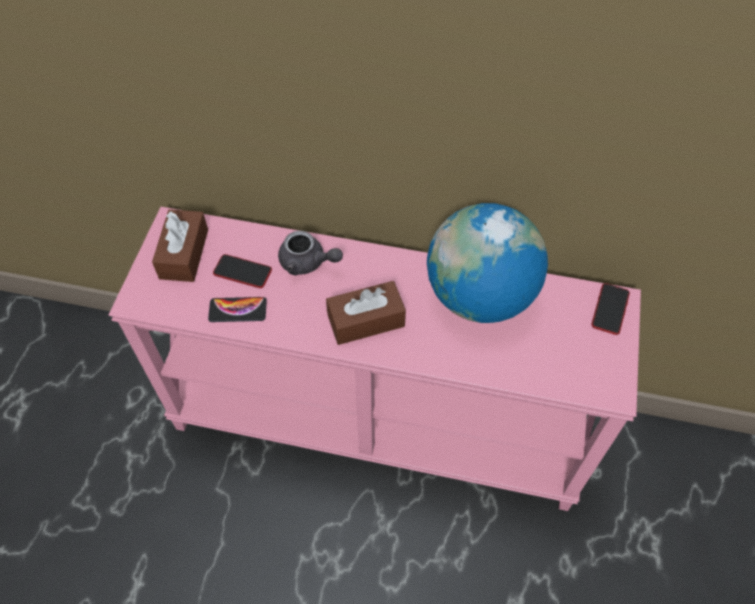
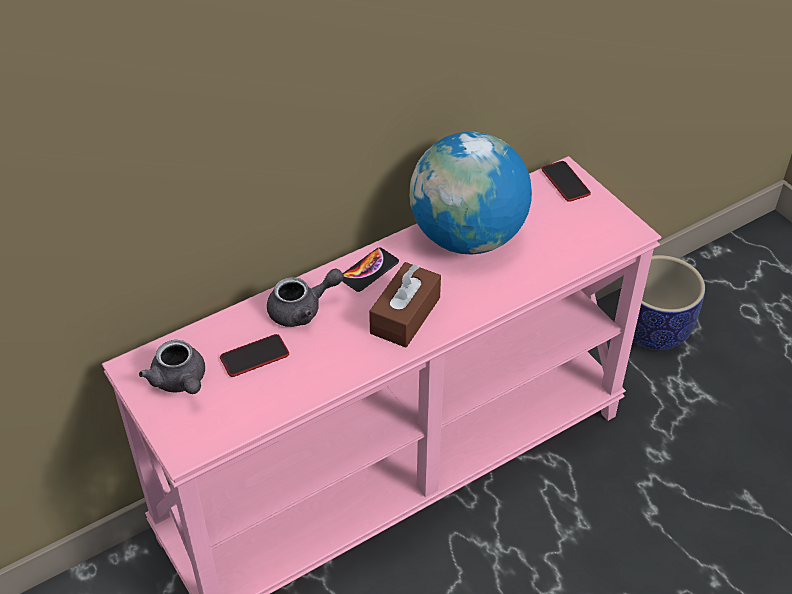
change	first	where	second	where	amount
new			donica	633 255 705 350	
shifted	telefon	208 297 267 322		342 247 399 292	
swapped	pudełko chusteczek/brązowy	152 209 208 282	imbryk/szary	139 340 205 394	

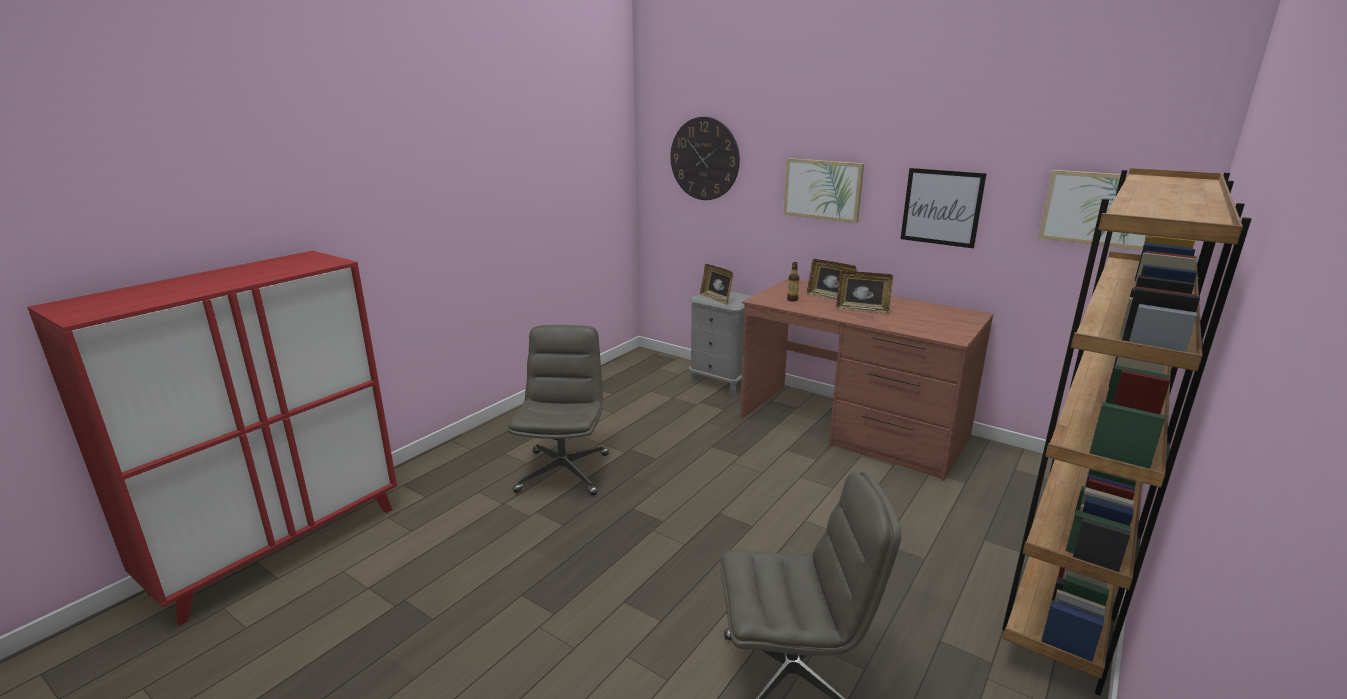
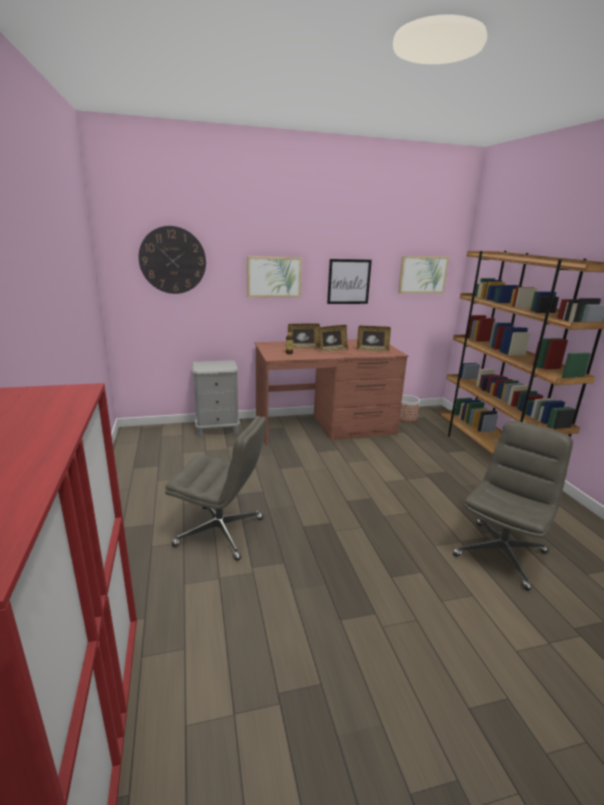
change	first	where	second	where	amount
new			donica	399 395 420 422	
shifted	ramka na zdjęcie	700 264 733 305		357 326 391 352	
rotated	krzesło biurowe/szary	508 325 609 496		165 416 267 561	150 degrees clockwise

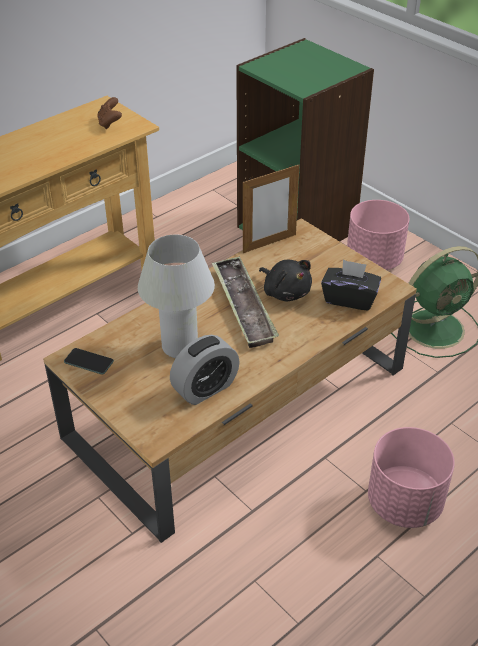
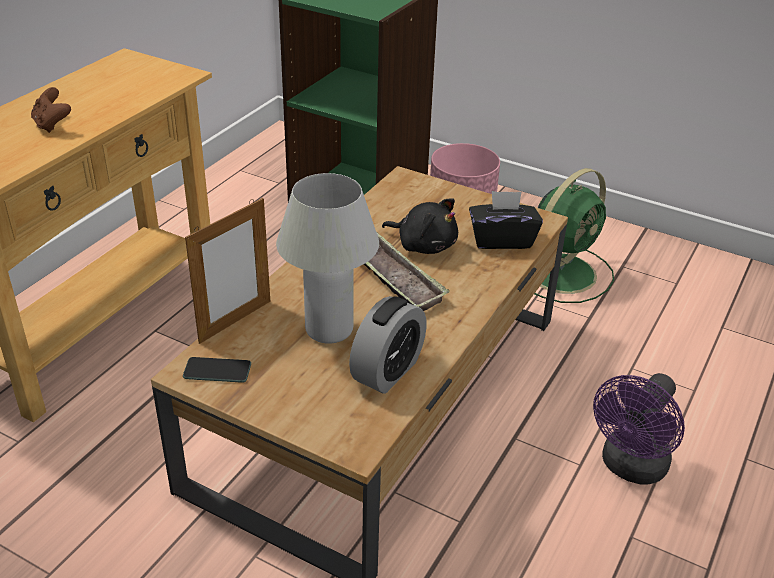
change	first	where	second	where	amount
shifted	pad do gier/brązowy	97 97 122 129		31 87 71 133	
shifted	ramka na zdjęcie	243 164 299 253		185 198 270 344	
swapped	donica/różowy	368 427 455 528	wentylator/fioletowy	593 373 685 485	

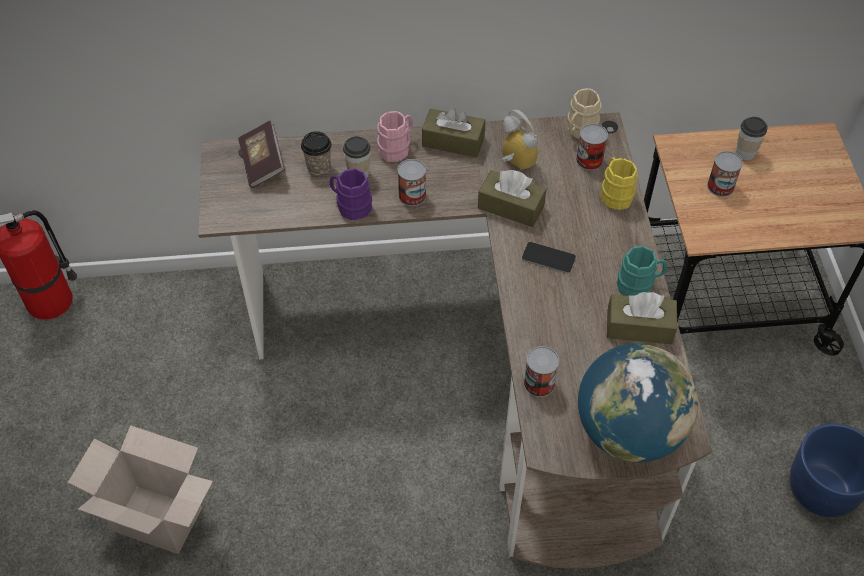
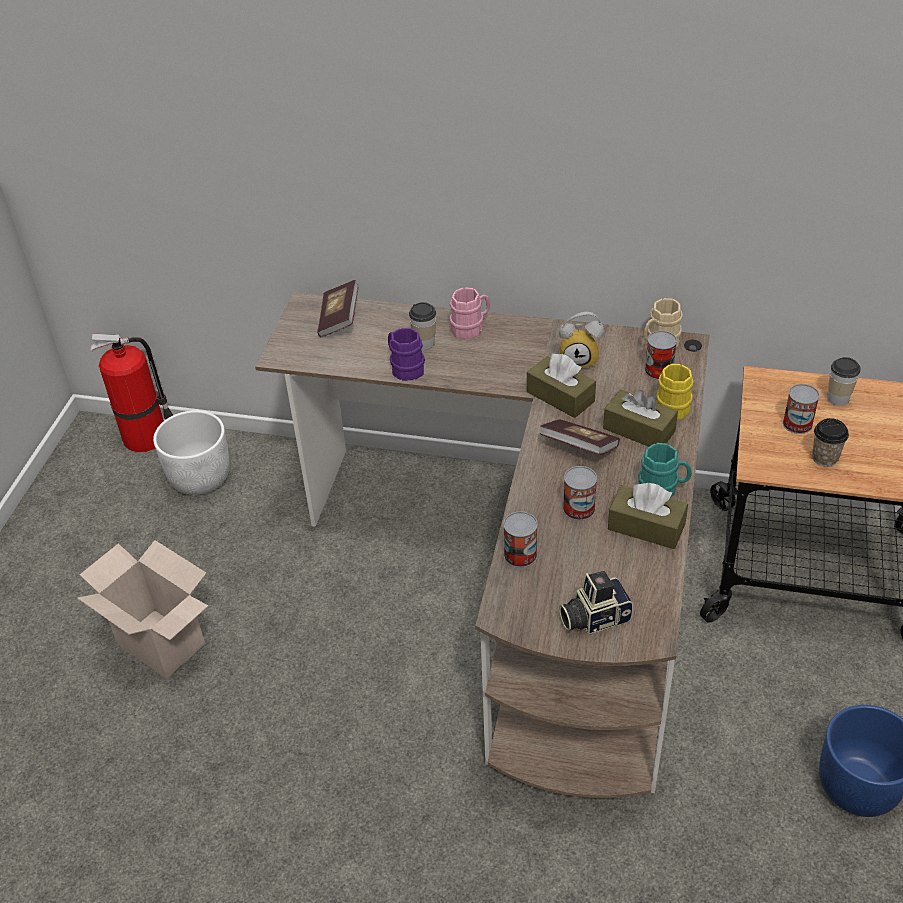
change	first	where	second	where	amount
new			donica/biały	153 410 230 495	
shifted	filiżanka	301 131 331 175		812 418 849 467	
shifted	puszka	397 159 426 206		563 466 597 521	
shifted	pudełko chusteczek/brązowy	422 108 485 158		603 389 678 447	
swapped	telefon	522 242 576 273	książka	539 419 620 455	
swapped	globus	578 344 698 462	aparat fotograficzny	559 571 633 635	
rotated	budzik	501 109 538 171		559 312 604 369	120 degrees clockwise

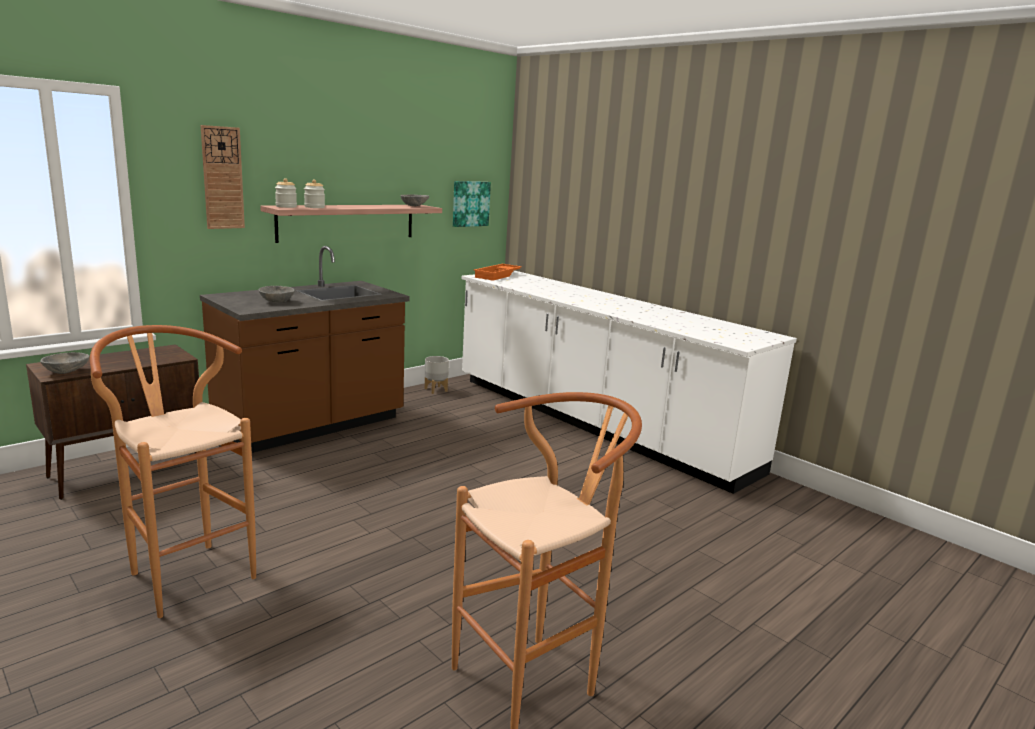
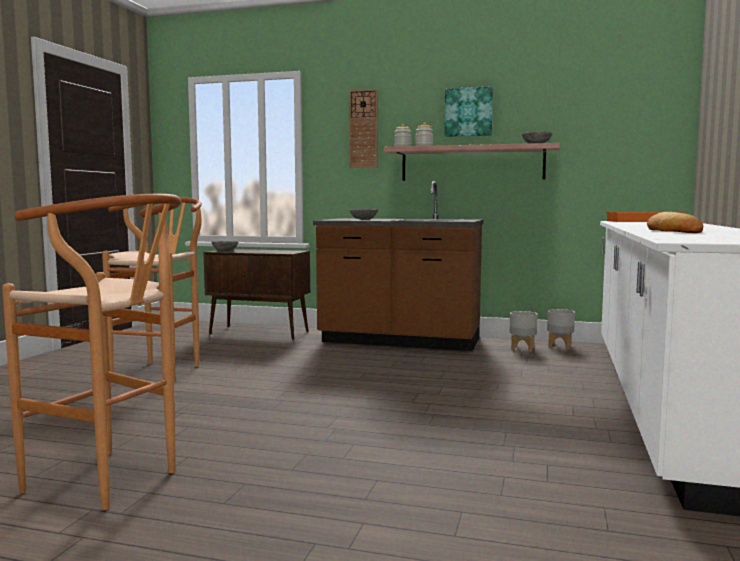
change	first	where	second	where	amount
new			donica/szary	510 311 538 352	
new			chleb	647 212 703 233	
shifted	obraz	453 181 491 227		445 86 493 137	

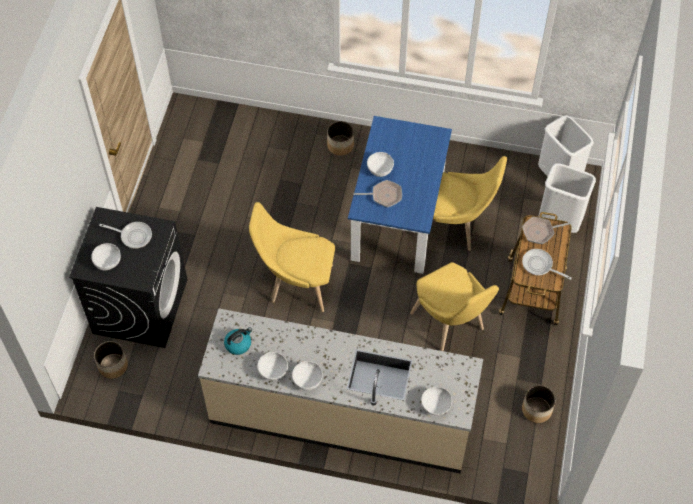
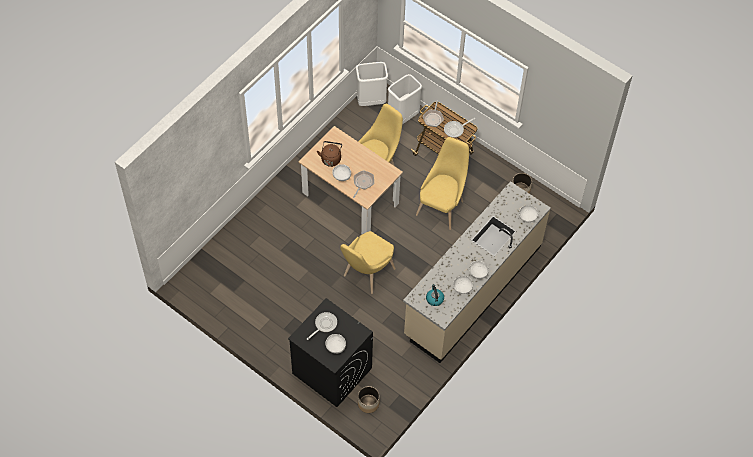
change	first	where	second	where	amount
gone	donica	327 121 354 156			
new			czajnik/brązowy	317 141 342 167	
repainted	stół jadalny/niebieski	348 116 452 274	stół jadalny/beżowy	298 126 403 234	
rotated	krzesło/żółty	410 262 499 351		416 137 469 230	60 degrees counterclockwise

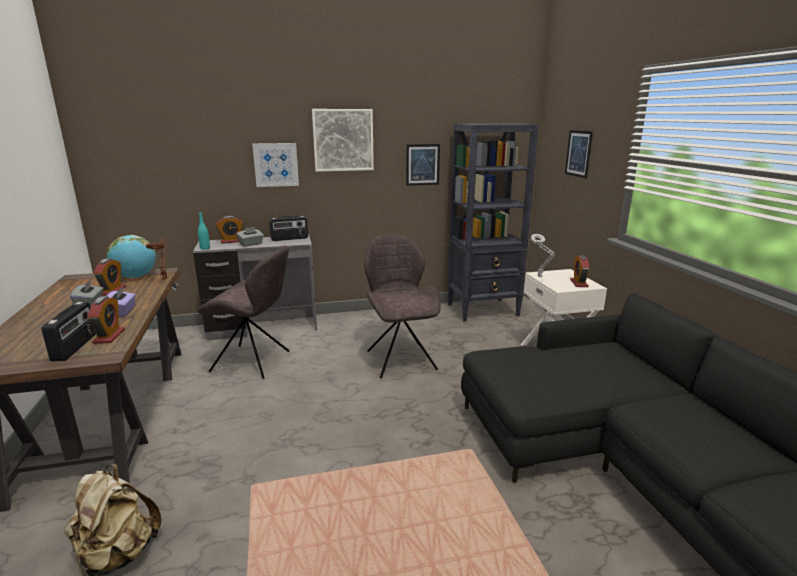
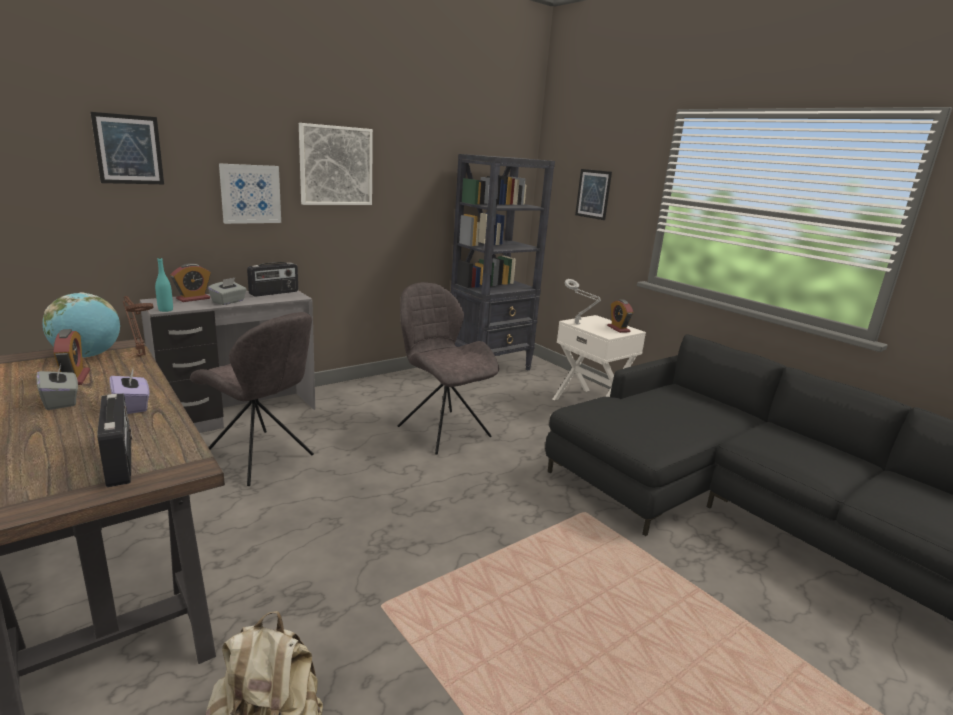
change	first	where	second	where	amount
gone	budzik	88 296 125 344			
shifted	obraz	406 144 440 186		91 112 164 184	
rotated	krzesło/szary	197 245 289 379		190 312 314 486	45 degrees clockwise

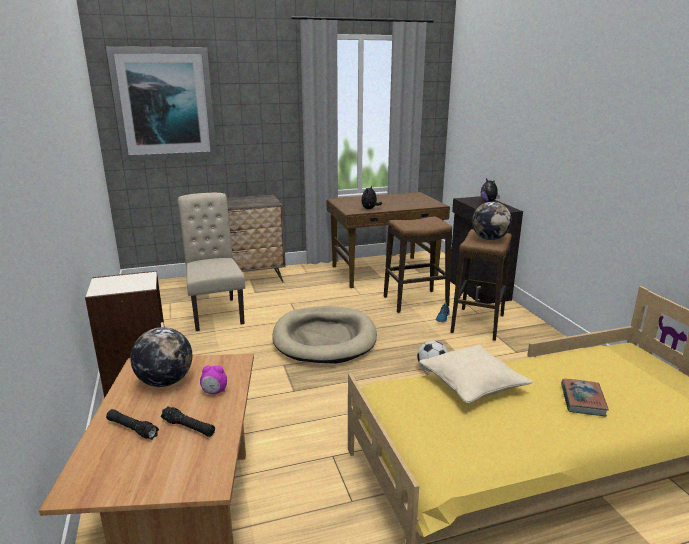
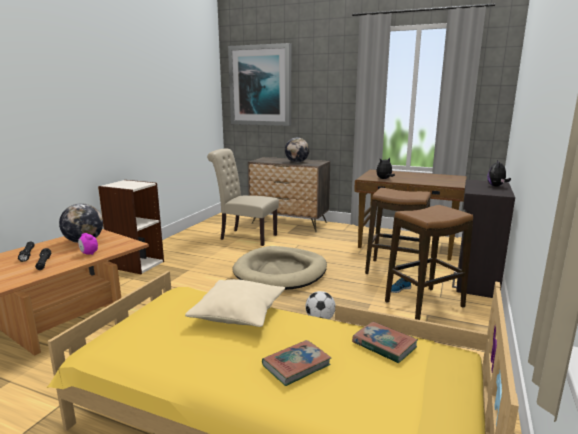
change	first	where	second	where	amount
new			książka	352 321 418 363	
shifted	globus	472 202 512 240		285 137 310 163	
rotated	krzesło/beżowy	178 193 245 331		207 148 279 246	90 degrees counterclockwise

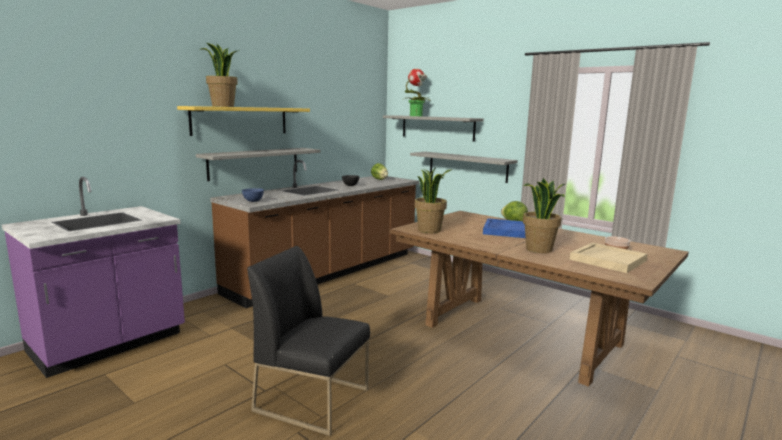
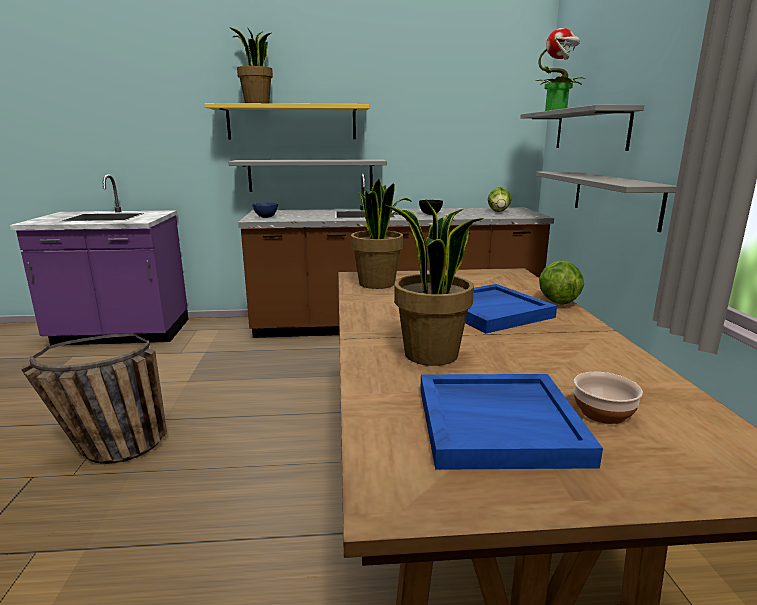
change	first	where	second	where	amount
swapped	krzesło/czarny	247 246 370 436	koszyk	21 333 167 464	
repainted	taca/beżowy	570 243 647 273	taca/niebieski	420 374 603 470	

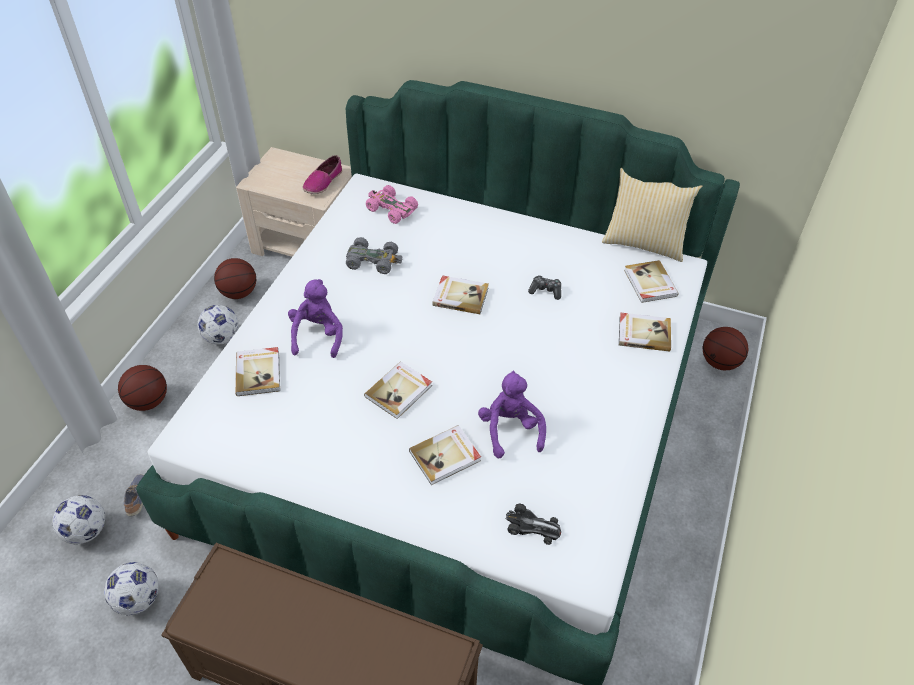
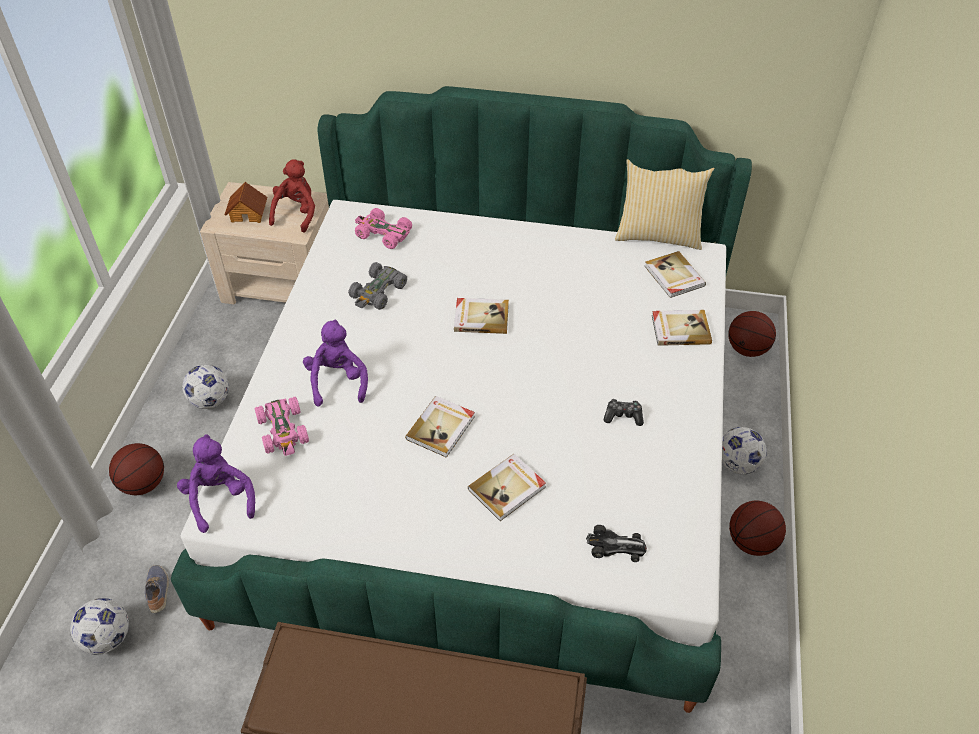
change	first	where	second	where	amount
new			domek	224 182 267 223	
shifted	piłka futbolowa	104 562 159 615		722 427 767 474	
shifted	piłka do koszykówki	214 258 256 299		729 501 786 556	
shifted	pluszak/fioletowy	478 371 546 458		177 434 255 533	
shifted	pad do gier	528 275 561 300		604 399 644 426	
swapped	książka	236 347 280 396	samochodzik/różowy	255 397 309 456	
swapped	but	303 155 342 194	pluszak/czerwony	269 159 315 233	
rotated	samochodzik/szary	346 237 403 274		348 262 407 310	120 degrees clockwise

